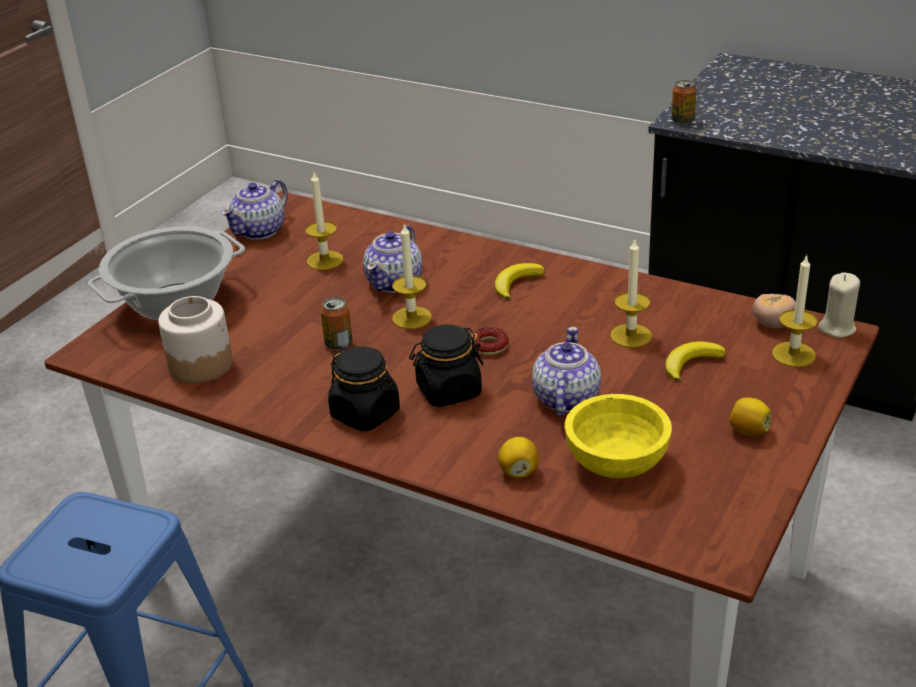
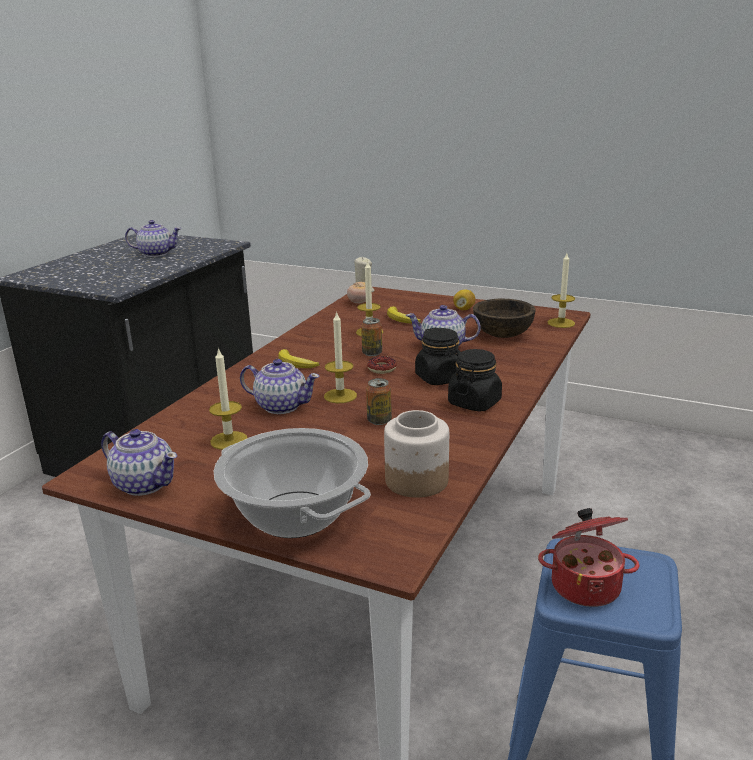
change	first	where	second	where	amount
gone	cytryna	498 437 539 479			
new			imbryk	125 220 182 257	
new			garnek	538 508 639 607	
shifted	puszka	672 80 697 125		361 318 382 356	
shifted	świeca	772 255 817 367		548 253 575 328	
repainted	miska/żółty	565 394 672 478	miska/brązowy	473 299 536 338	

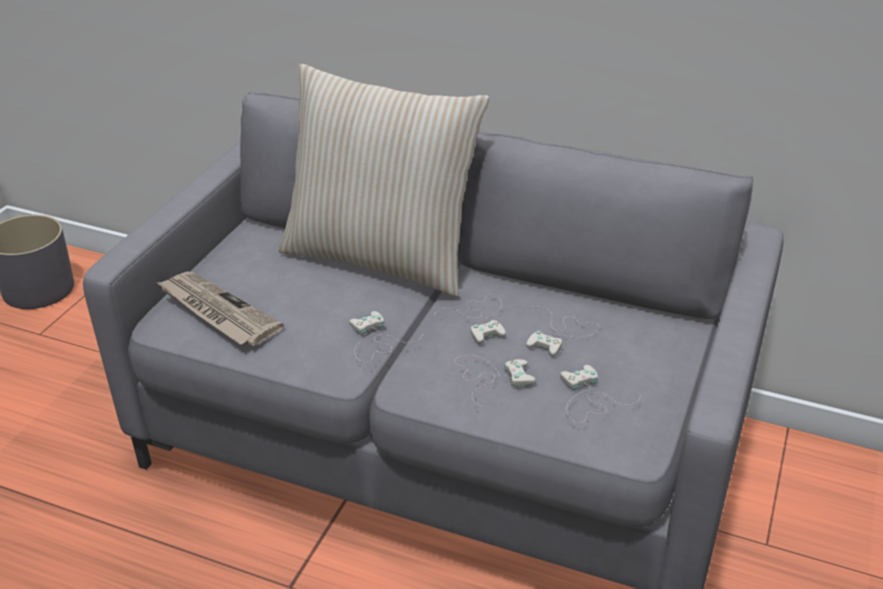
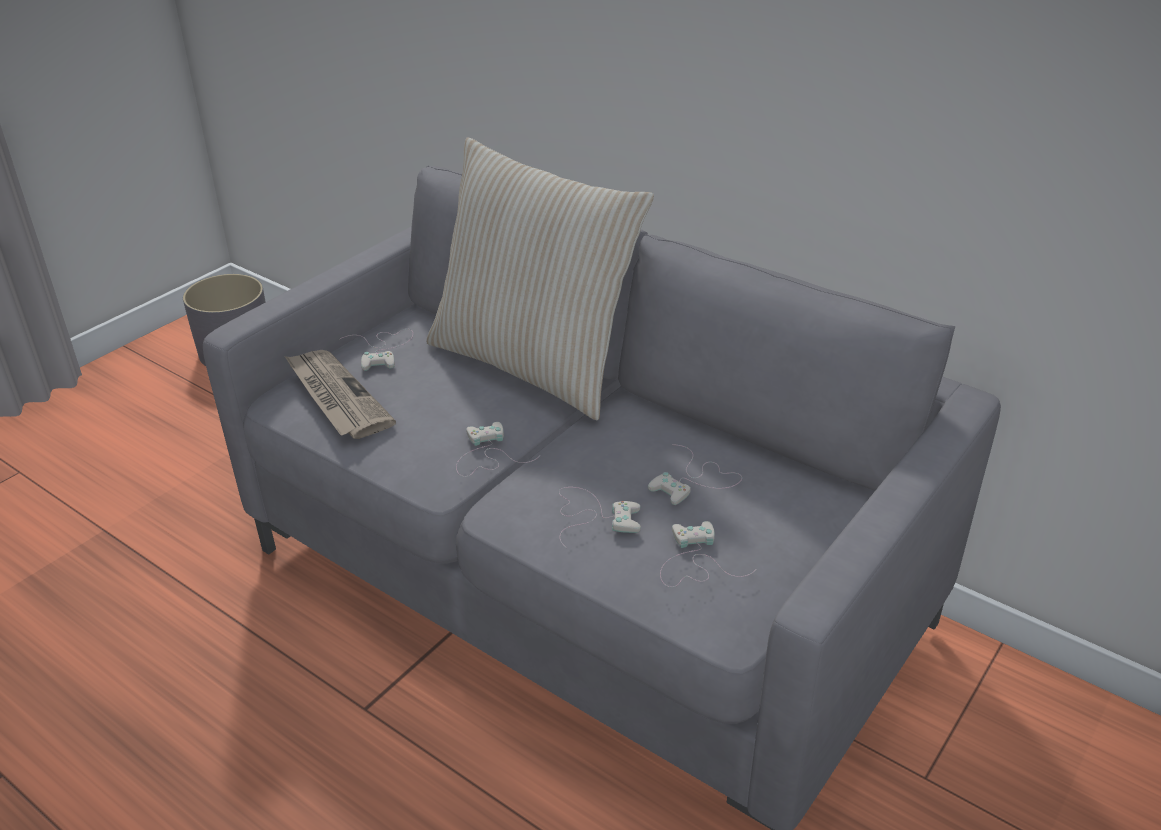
change	first	where	second	where	amount
shifted	pad do gier/biały	434 294 506 344		339 329 413 371	

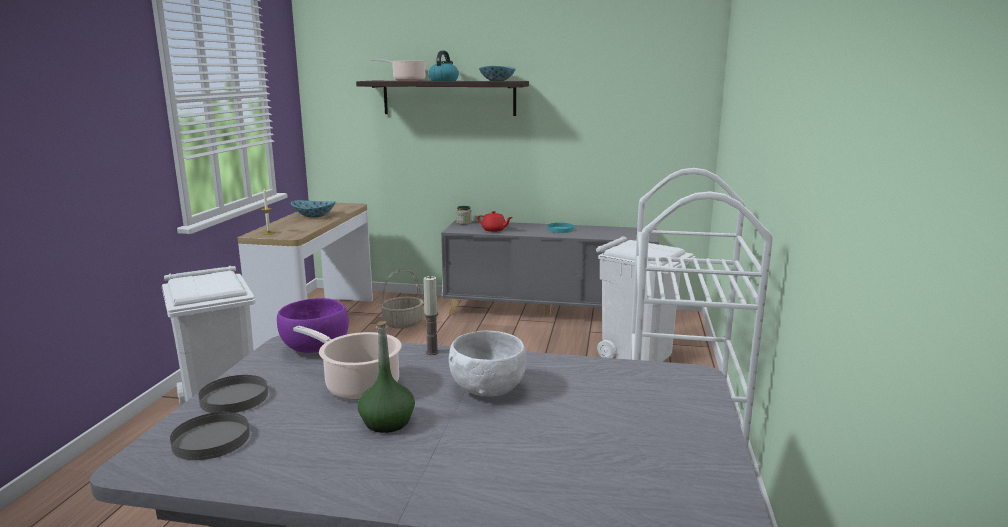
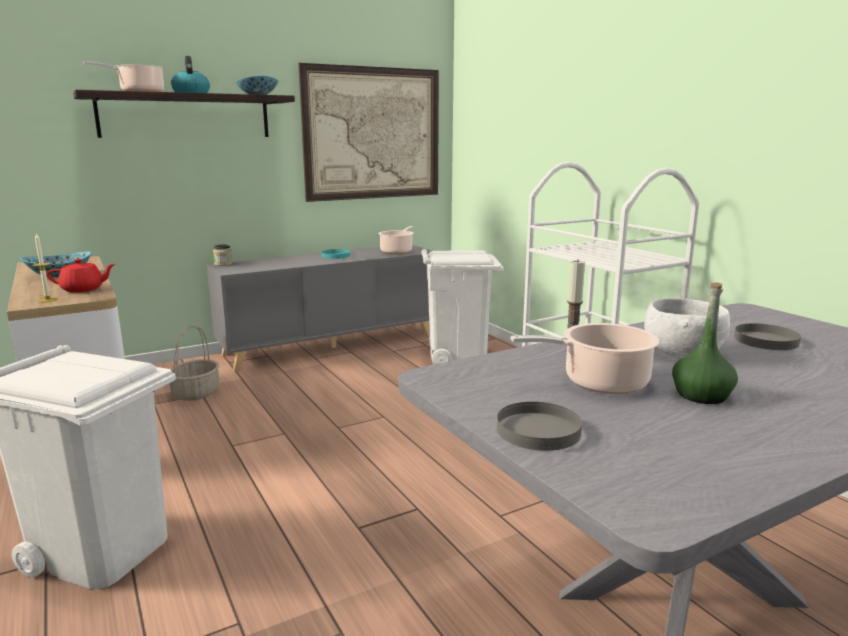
change	first	where	second	where	amount
gone	miska/fioletowy	277 298 349 353			
new			obraz	298 63 439 202	
new			garnek	378 226 414 254	
shifted	talerz/szary	170 412 250 460		734 324 801 350	
shifted	imbryk/czerwony	477 211 513 232		46 259 115 293	

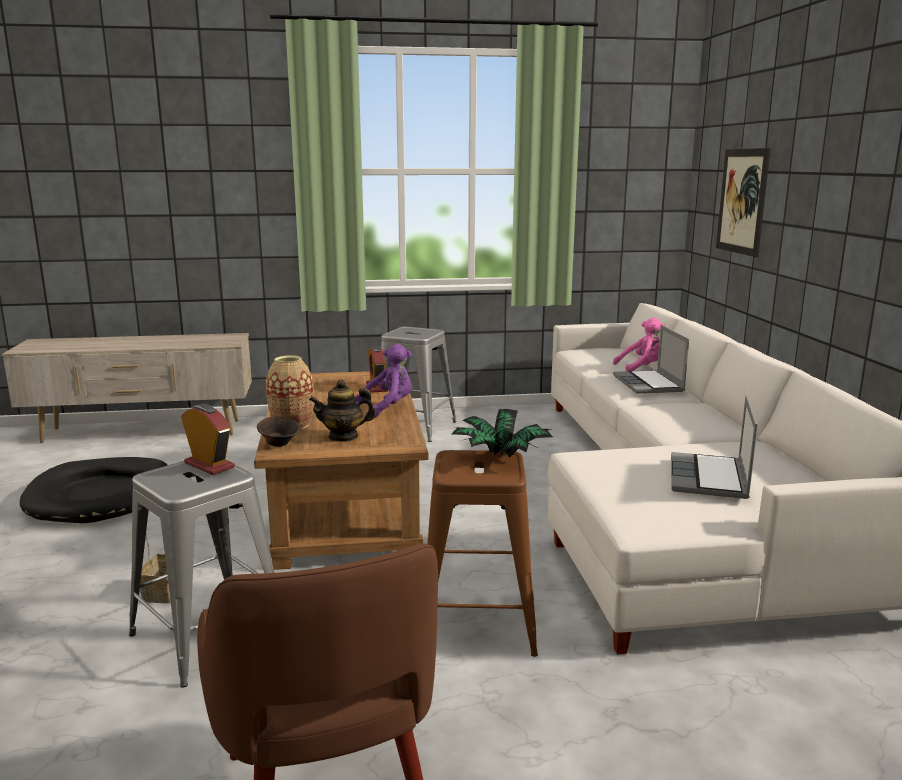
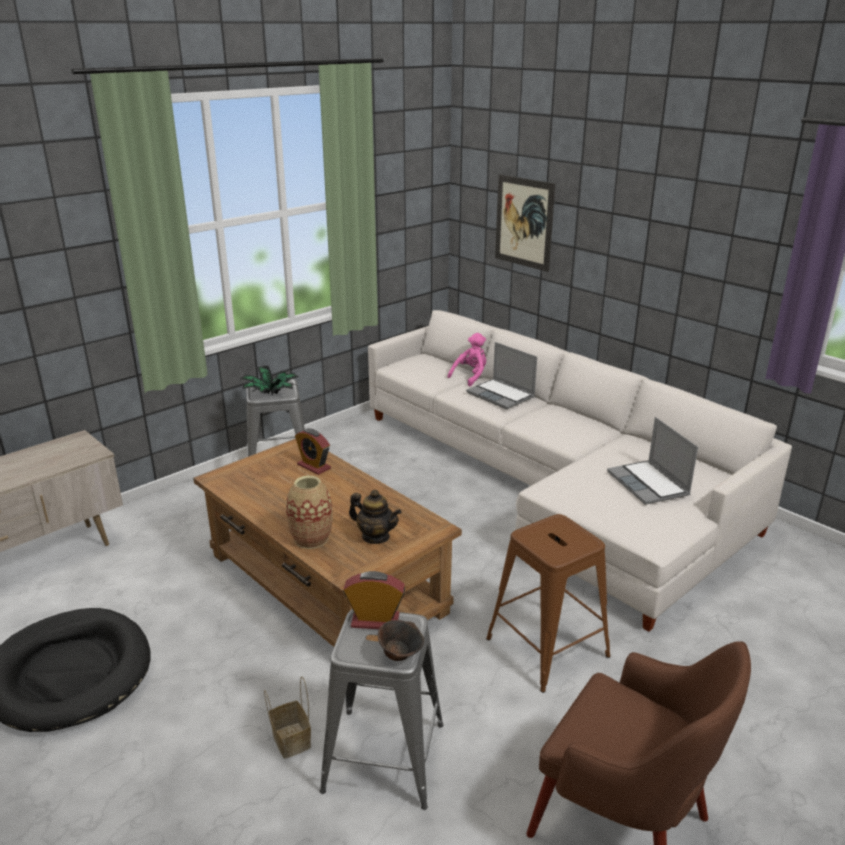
change	first	where	second	where	amount
gone	pluszak/fioletowy	355 344 412 418			
shifted	miska/brązowy	257 416 300 447		378 620 424 661	
shifted	roślina doniczkowa	452 409 553 458		240 366 299 395	
rotated	imbryk	309 379 376 442		349 490 402 544	105 degrees counterclockwise

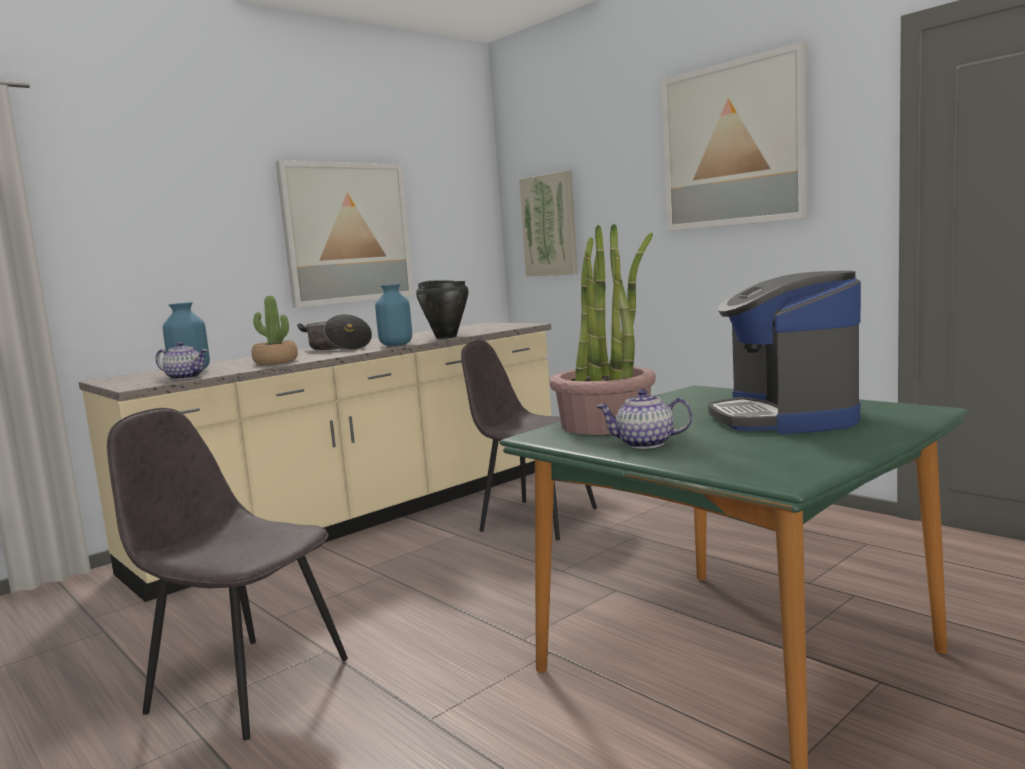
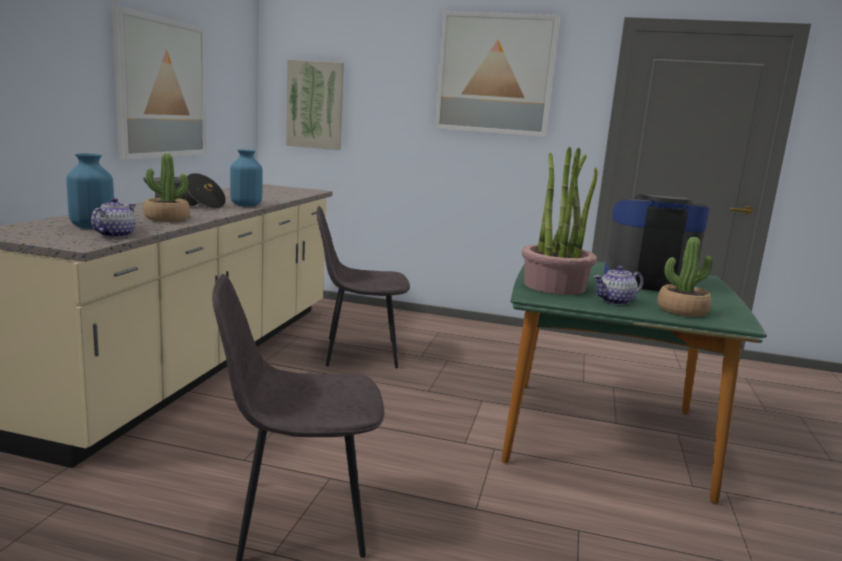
change	first	where	second	where	amount
gone	garnek/czarny	416 280 468 339			
new			roślina doniczkowa	658 237 713 317	
rotated	imbryk	156 342 208 380		91 198 136 238	60 degrees counterclockwise
rotated	ekspres do kawy	708 271 861 434		604 194 710 291	135 degrees clockwise

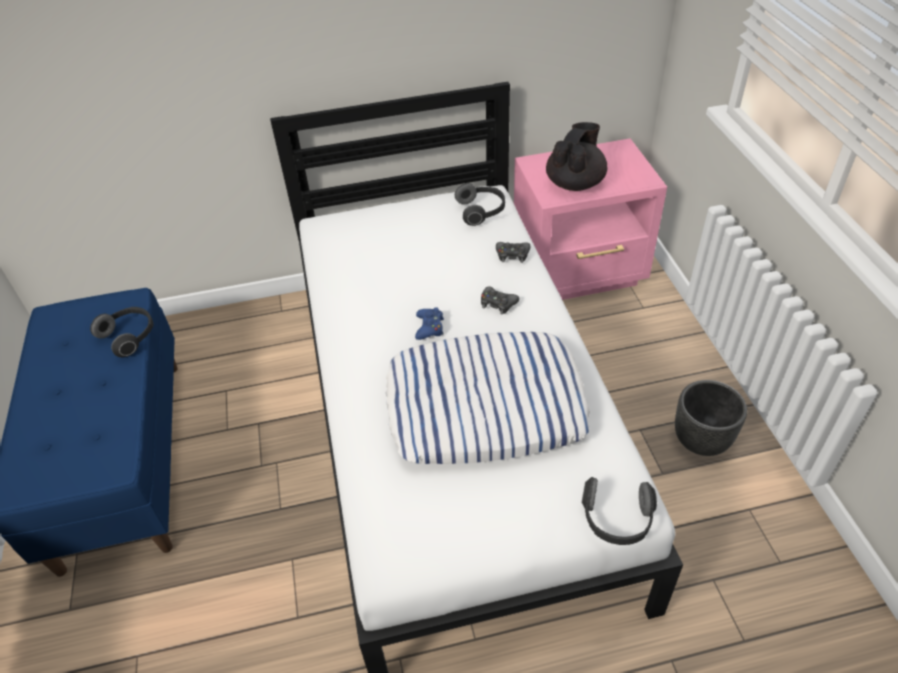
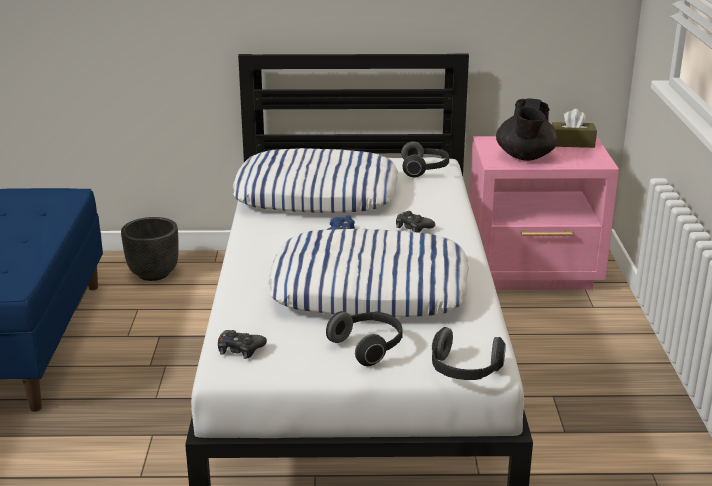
change	first	where	second	where	amount
new			poduszka	233 148 398 213	
new			pudełko chusteczek/brązowy	552 109 597 148	
shifted	słuchawki	90 307 153 357		326 311 403 366	
shifted	pad do gier/czarny	496 242 530 263		218 330 267 359	
shifted	donica/czarny	675 380 747 456		121 217 179 281	
rotated	imbryk/czarny	546 122 607 191		496 98 558 161	150 degrees clockwise

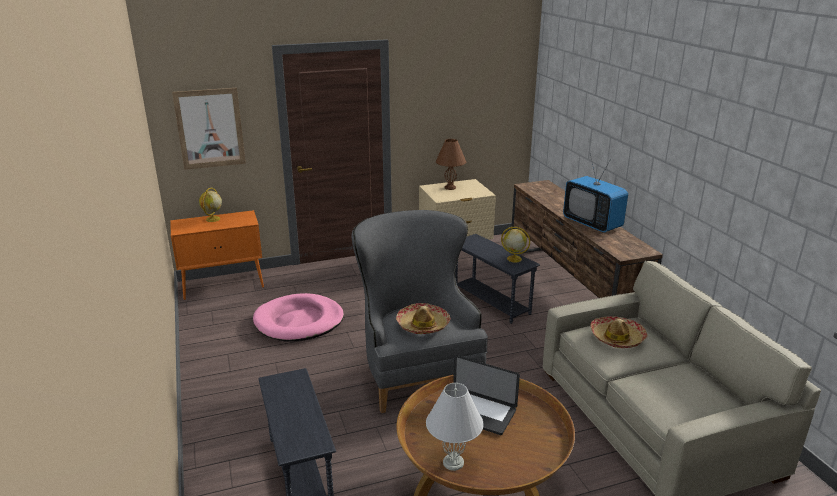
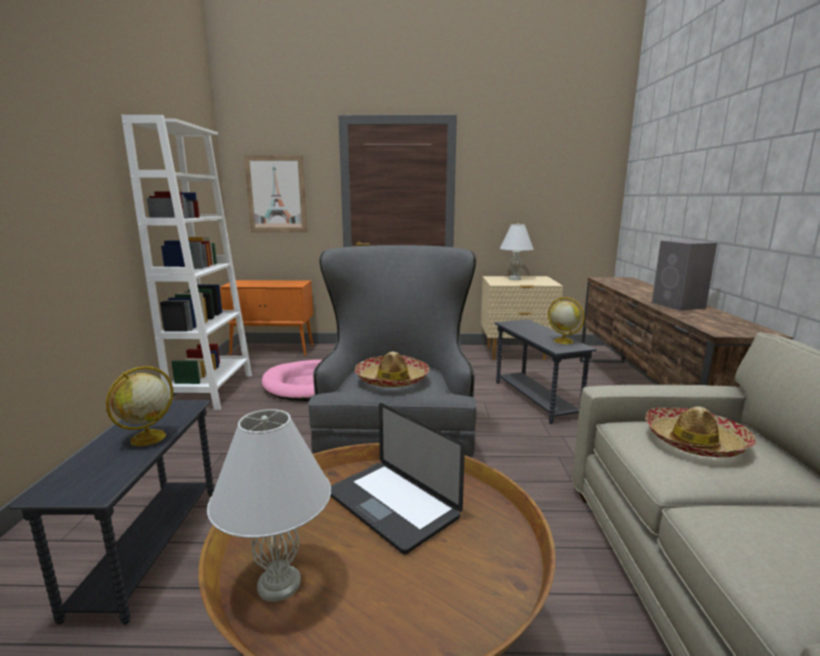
change	first	where	second	where	amount
new			regał/biały	121 115 252 410	
shifted	globus	199 188 222 222		106 366 173 446	
swapped	telewizor	563 154 628 232	głośnik/szary	652 240 717 311	
repainted	lampa stołowa/brązowy	436 139 466 190	lampa stołowa/biały	500 223 534 280	

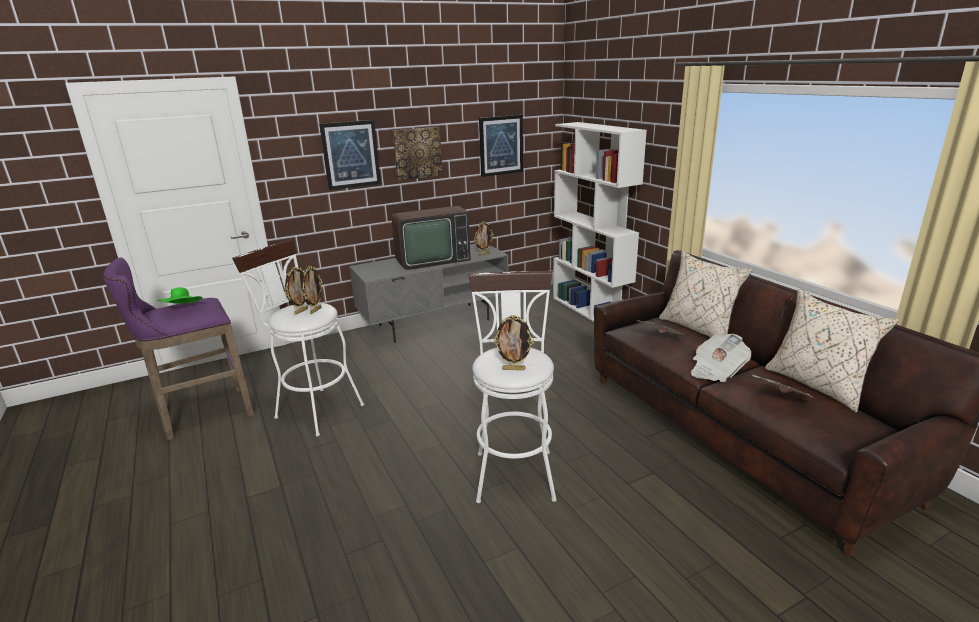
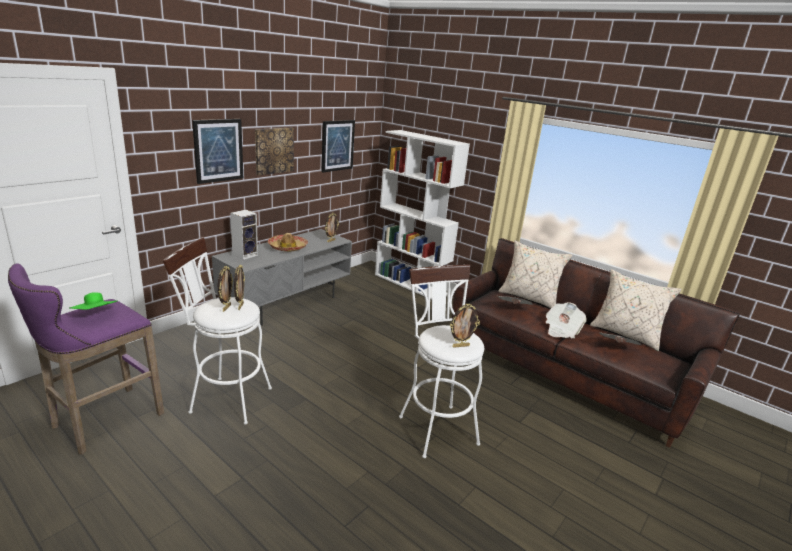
change	first	where	second	where	amount
new			głośnik	230 210 258 260	
swapped	telewizor	392 206 471 270	kapelusz	268 233 308 252	

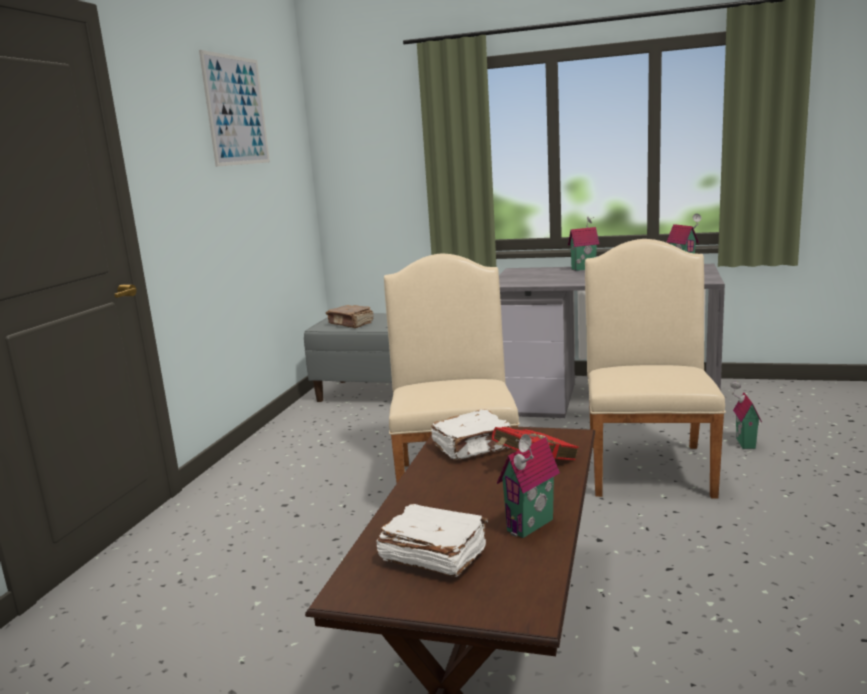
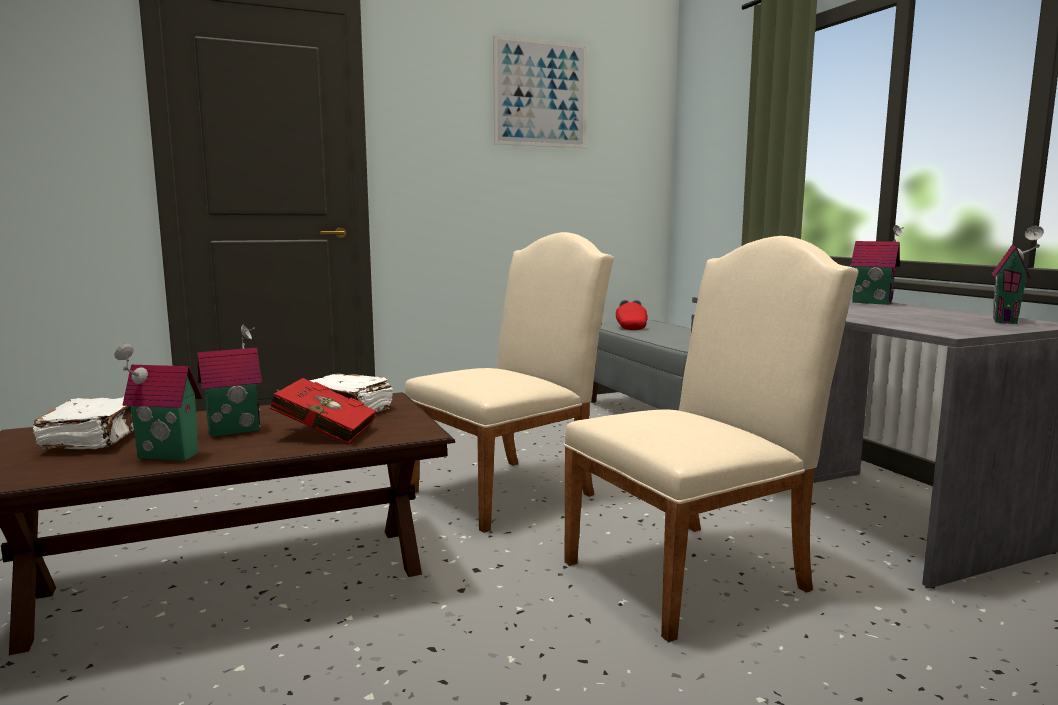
change	first	where	second	where	amount
shifted	domek	730 382 762 449		197 325 262 437	
swapped	książka/brązowy	326 305 374 328	czapka z daszkiem/czerwony	616 300 648 330	

